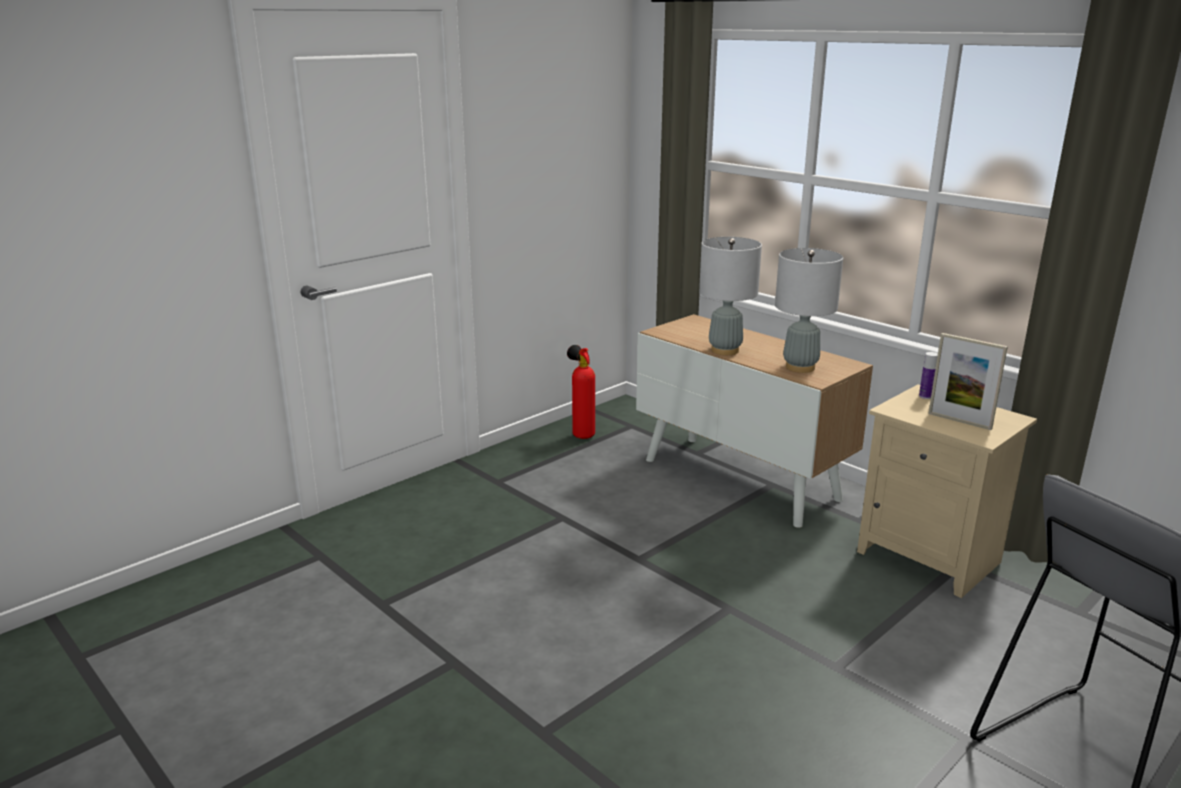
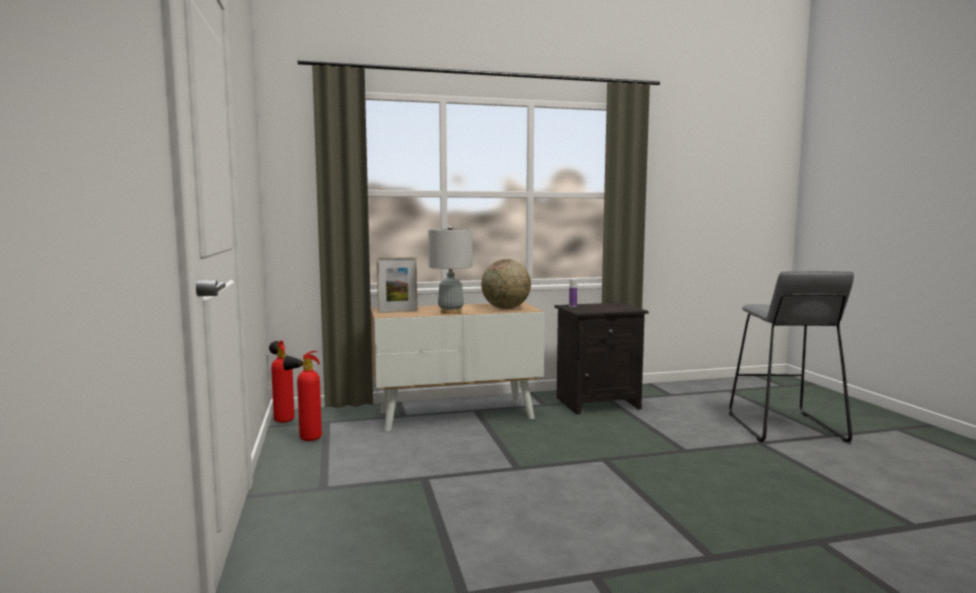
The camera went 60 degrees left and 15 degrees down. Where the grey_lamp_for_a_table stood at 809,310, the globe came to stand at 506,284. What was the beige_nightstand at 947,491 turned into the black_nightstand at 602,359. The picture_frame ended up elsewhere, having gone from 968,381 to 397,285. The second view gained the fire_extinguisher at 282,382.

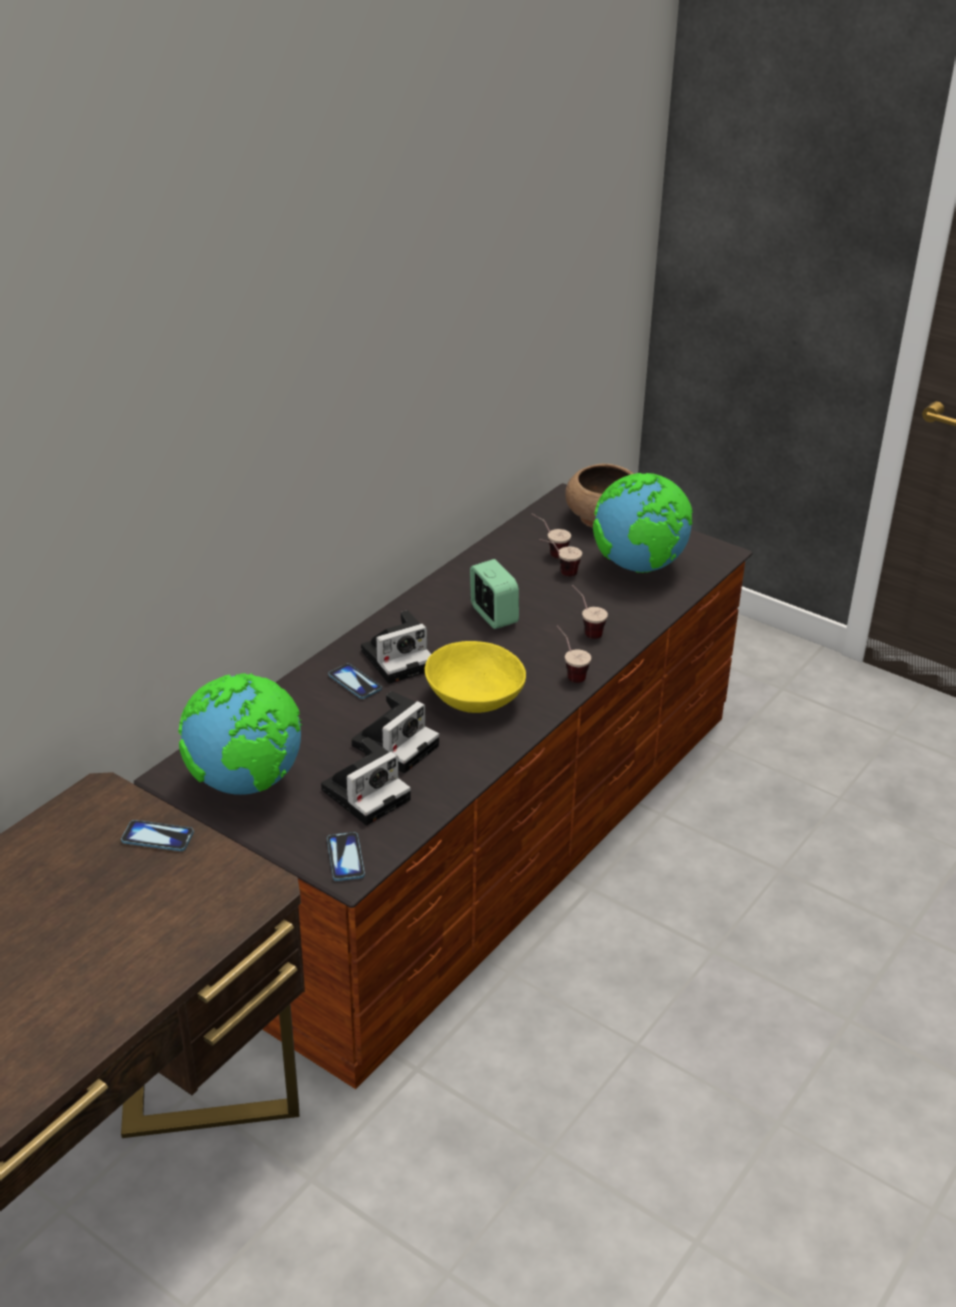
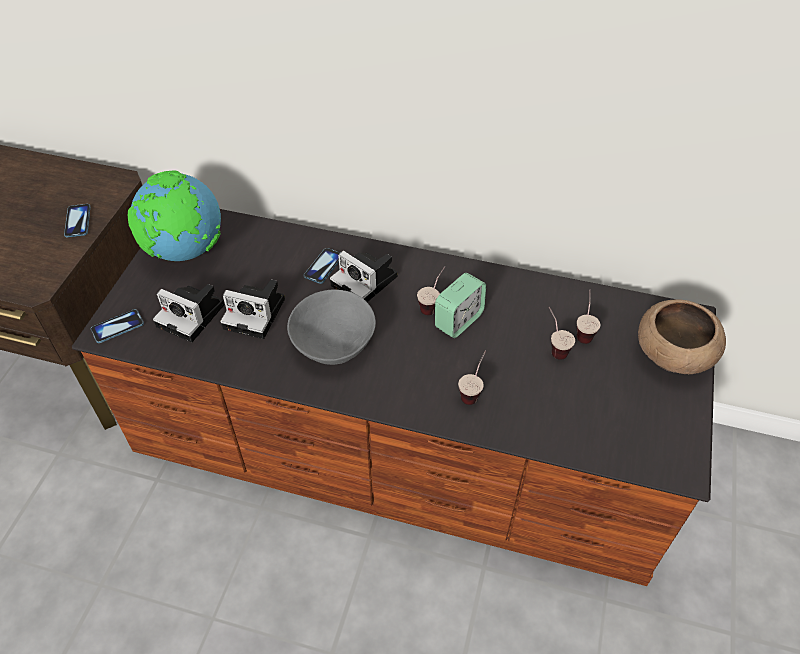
The camera went 70 degrees right and 15 degrees up. What was the yellowish_bowl at 475,677 turned into the grey_bowl at 331,327. The cup ended up elsewhere, having gone from 574,654 to 431,290. The second view lost the globe at 643,523.

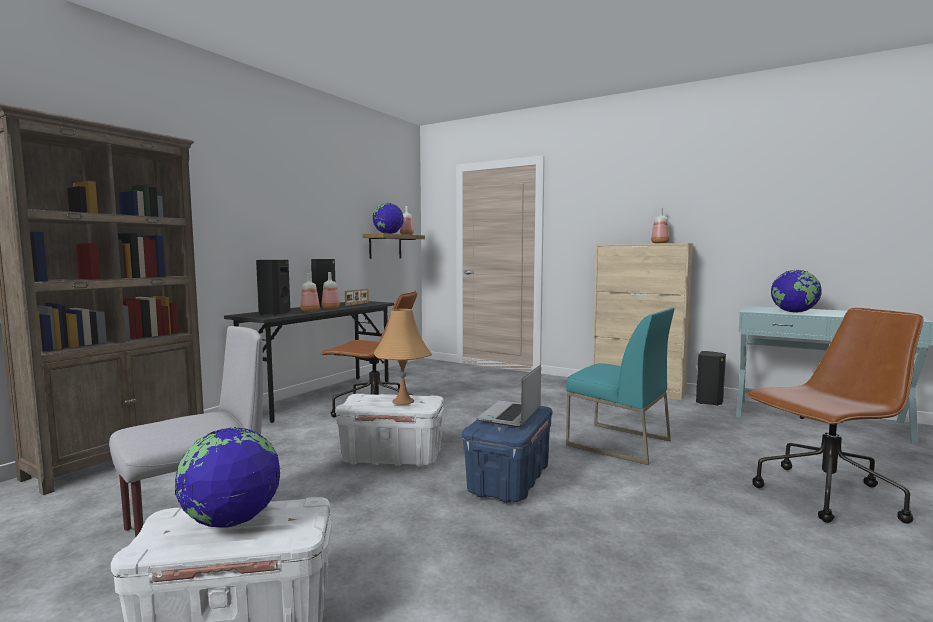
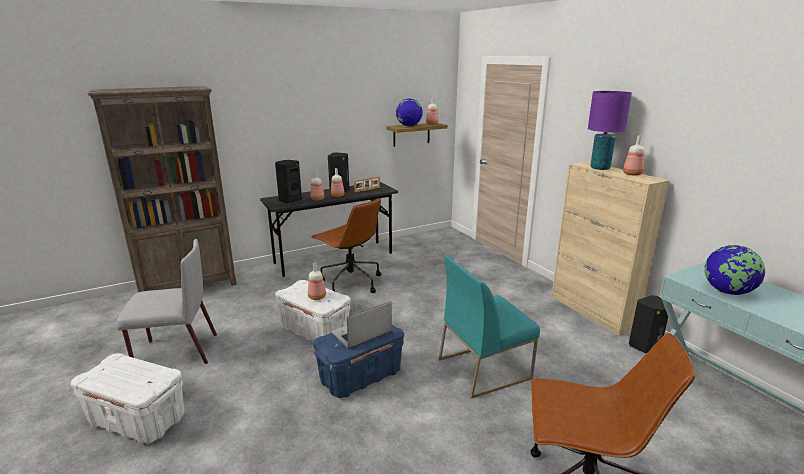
The camera went 30 degrees right and 15 degrees up. The second view lost the globe at 227,477. Where the orange_lamp_for_a_table stood at 403,357, the bottle came to stand at 317,281. The turquoise-coloured_plain_chair at 620,386 ended up facing another way, 90 degrees clockwise from before. The second view gained the purple-coloured_lamp_for_a_table at 610,130.

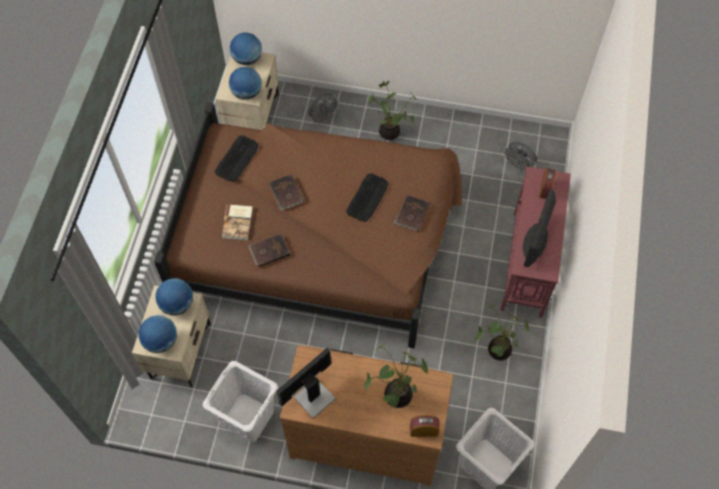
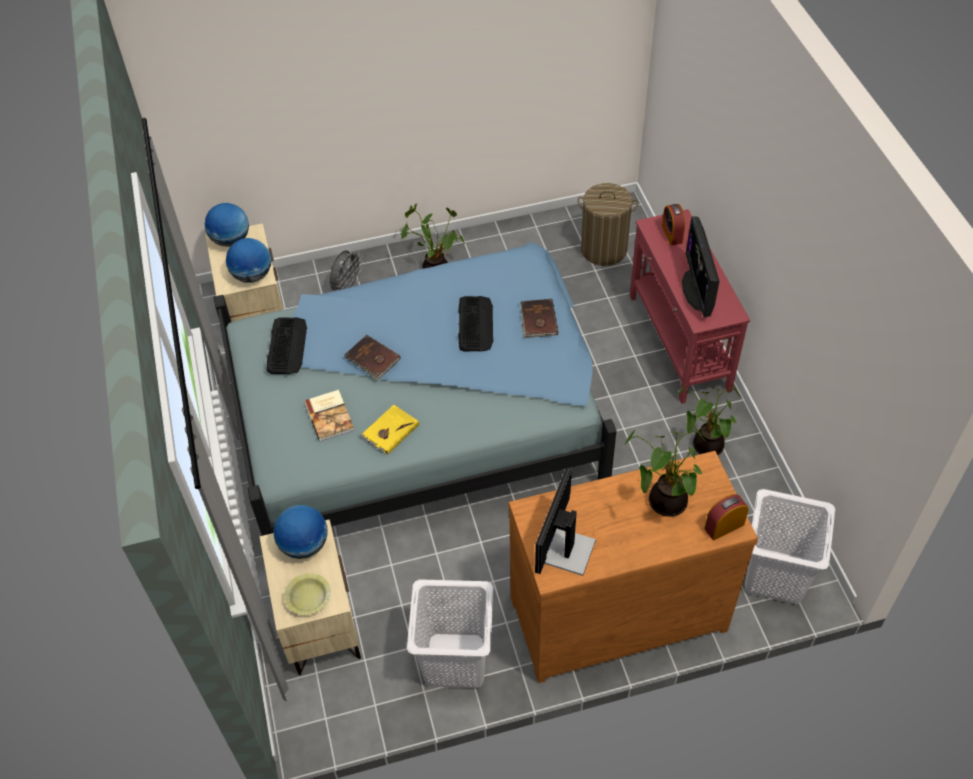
The camera went 25 degrees left and 10 degrees down. Where the globe stood at 157,334, the yellowish_bowl came to stand at 307,594. What was the brown-coloured_bedroom_bed at 308,225 turned into the blue_bedroom_bed at 415,389. What was the brown-coloured_book at 269,250 turned into the yellowish_book at 389,430. Where the grey_electric_fan stood at 519,157, the laundry_basket came to stand at 607,224.

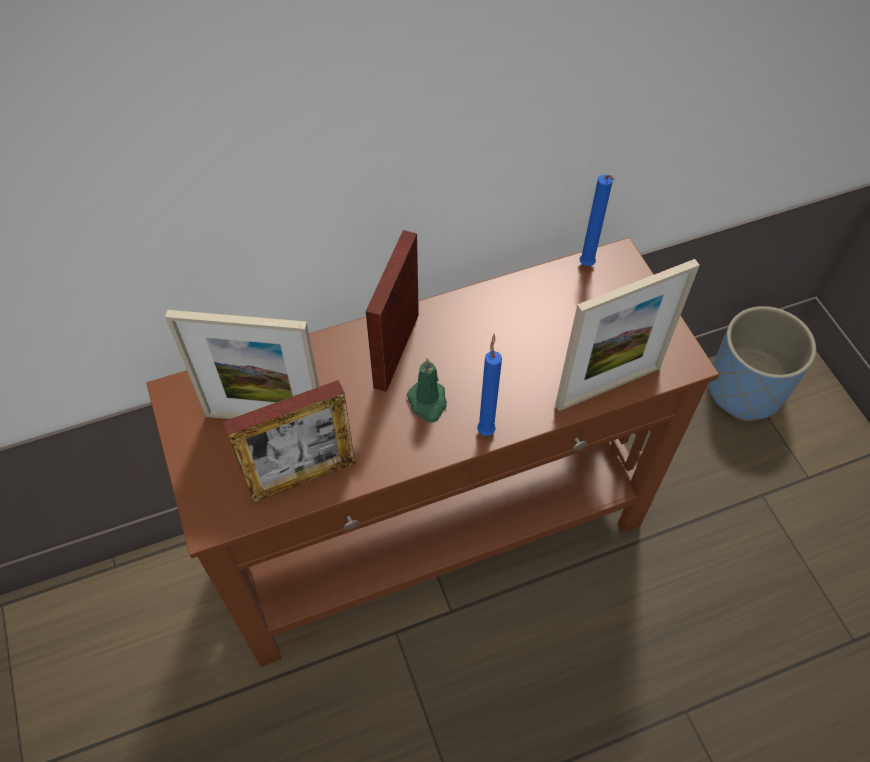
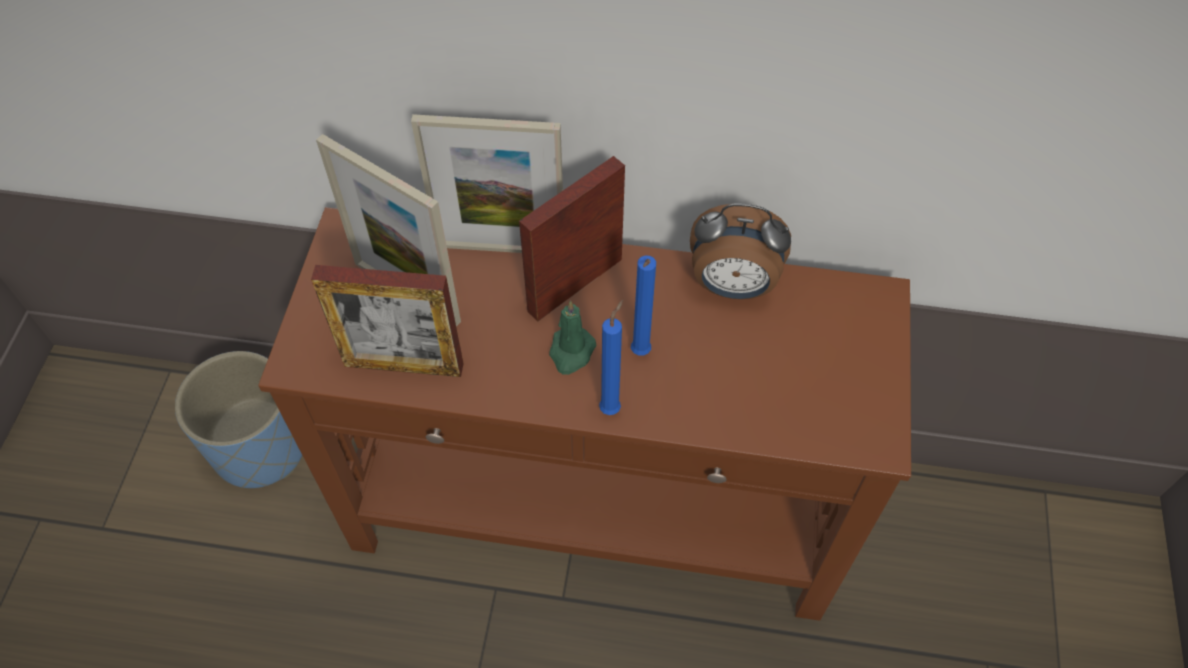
The camera went 30 degrees right and 0 degrees up. The picture_frame ended up elsewhere, having gone from 627,335 to 487,183. The blue_wax_light ended up elsewhere, having gone from 597,220 to 643,306. The blue_planter ended up elsewhere, having gone from 762,363 to 238,419. The second view gained the bedside_clock at 740,251.

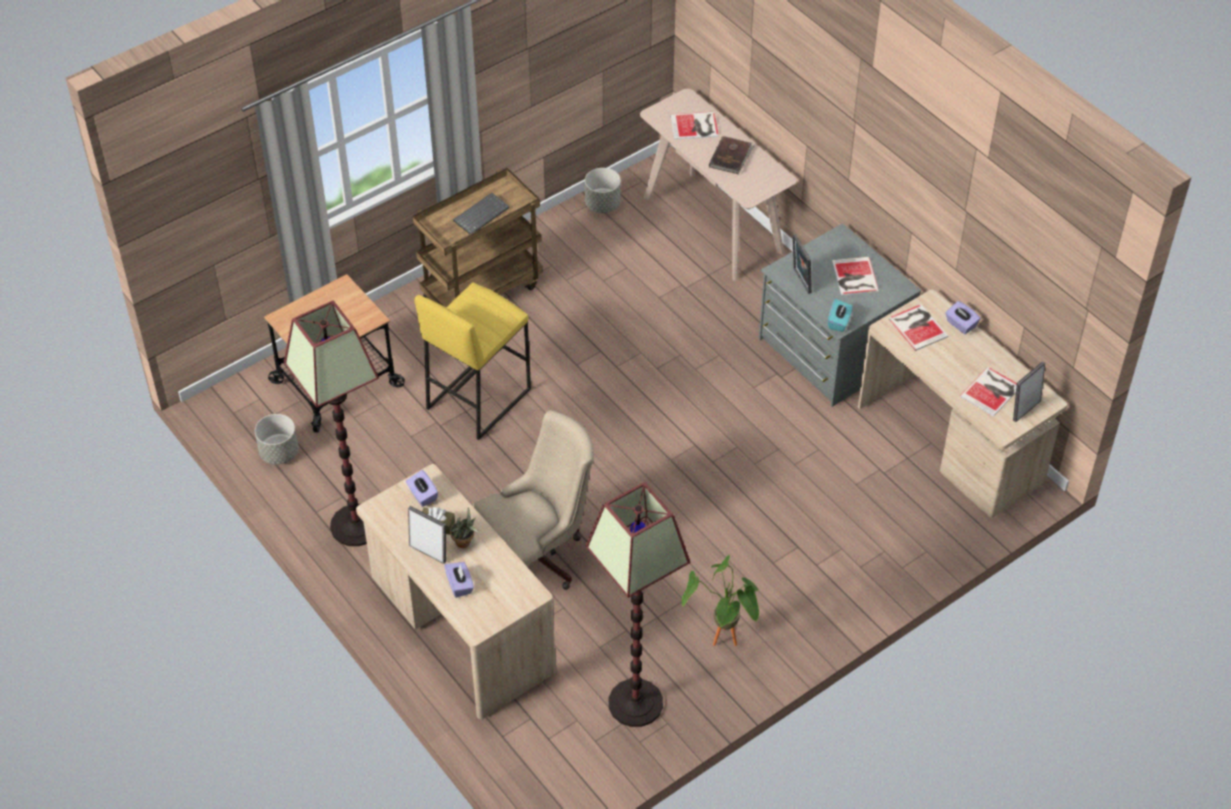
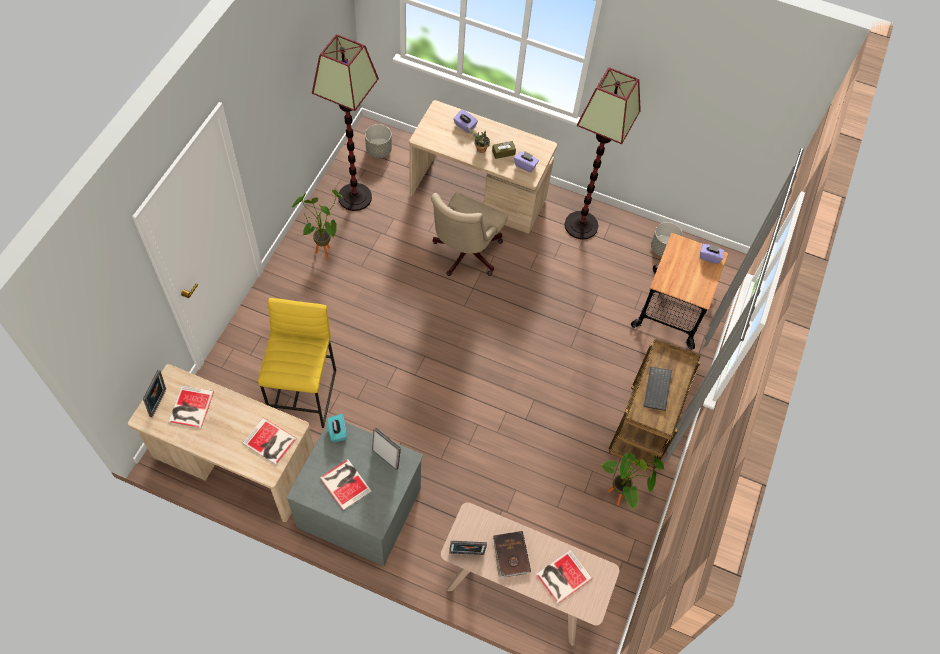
The camera went 145 degrees right and 10 degrees up. The picture_frame ended up elsewhere, having gone from 427,535 to 468,548. The yellowish_stool_seat ended up elsewhere, having gone from 472,361 to 297,363. The grey_planter ended up elsewhere, having gone from 603,190 to 378,141. The purple-coloured_tissue_holder ended up elsewhere, having gone from 962,317 to 712,254. The second view gained the plant_in_a_pot at 633,481.

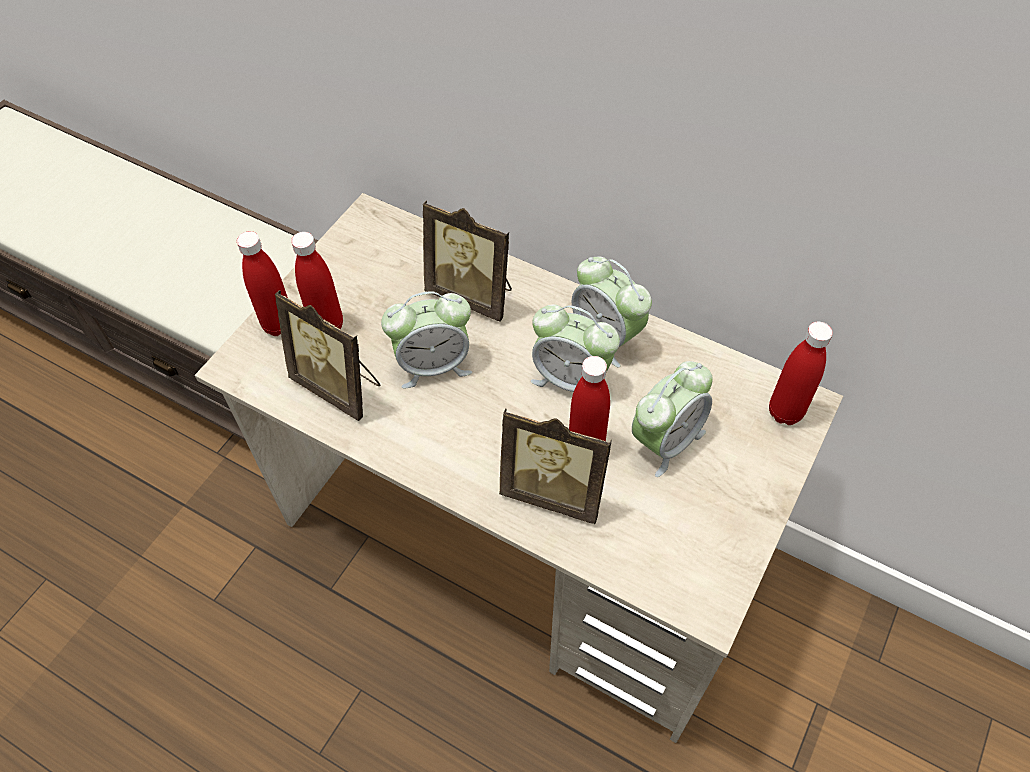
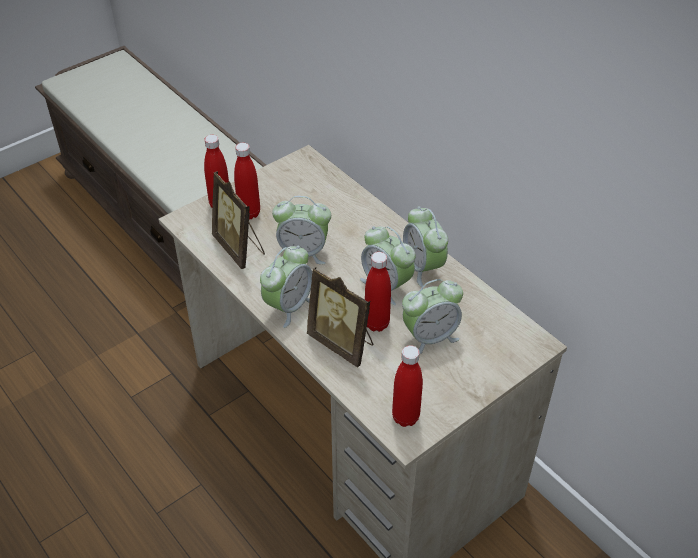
The camera went 20 degrees right and 10 degrees down. The second view lost the picture_frame at 467,260. The red_bottle ended up elsewhere, having gone from 801,373 to 407,386. The second view gained the bedside_clock at 286,287.

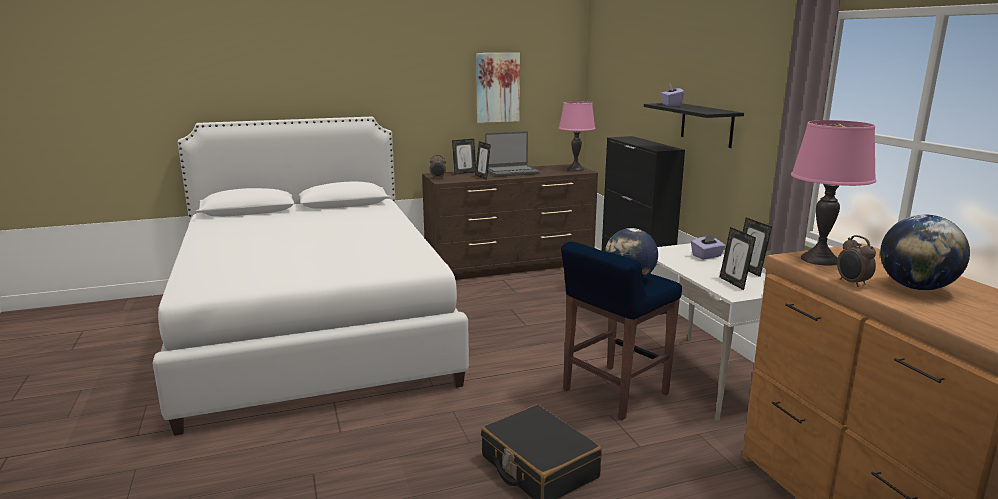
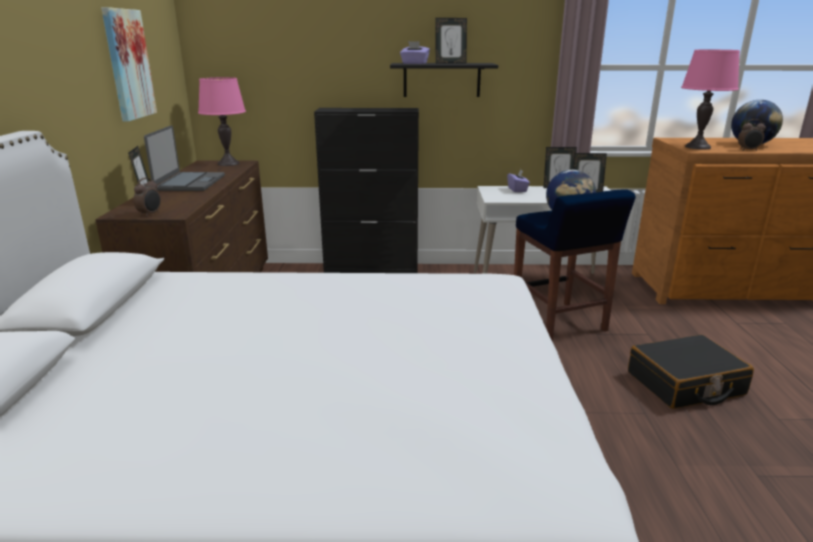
The camera went 70 degrees left and 5 degrees up. The picture_frame ended up elsewhere, having gone from 483,160 to 451,41.

